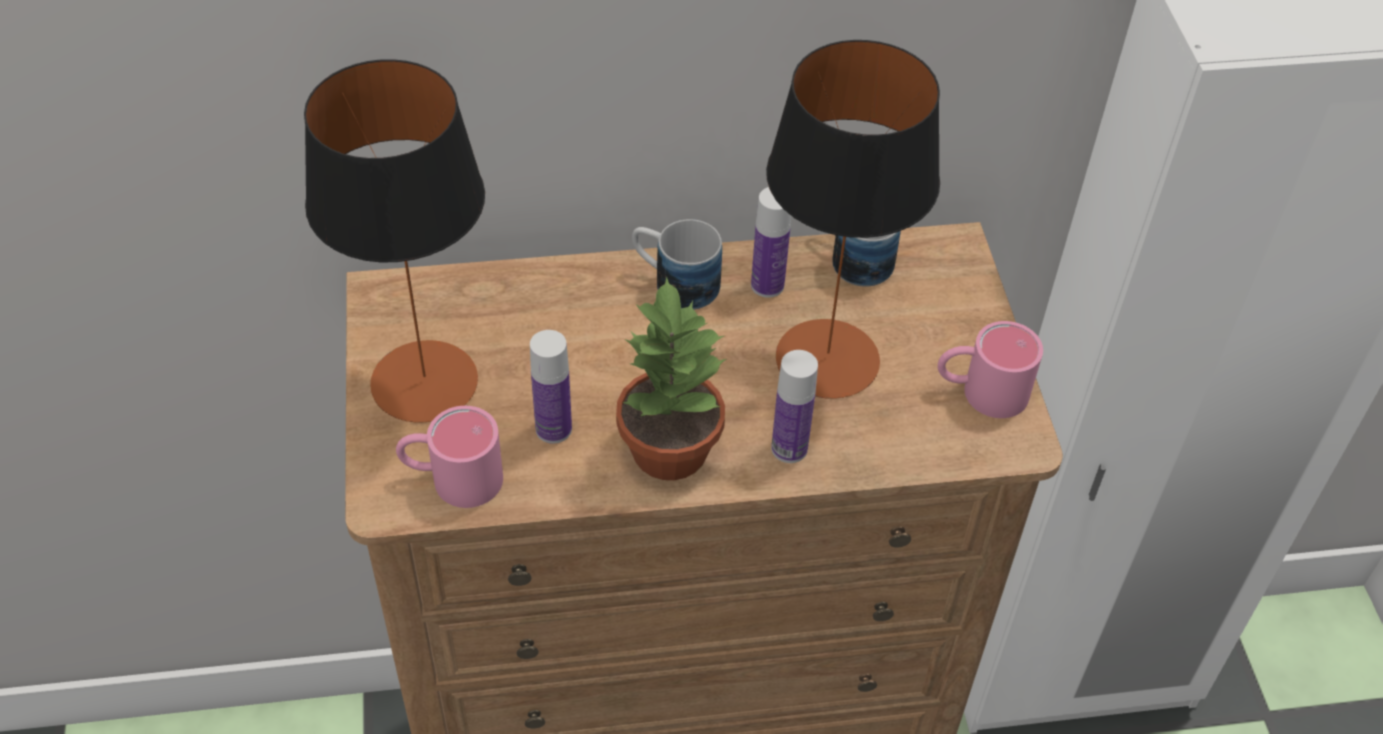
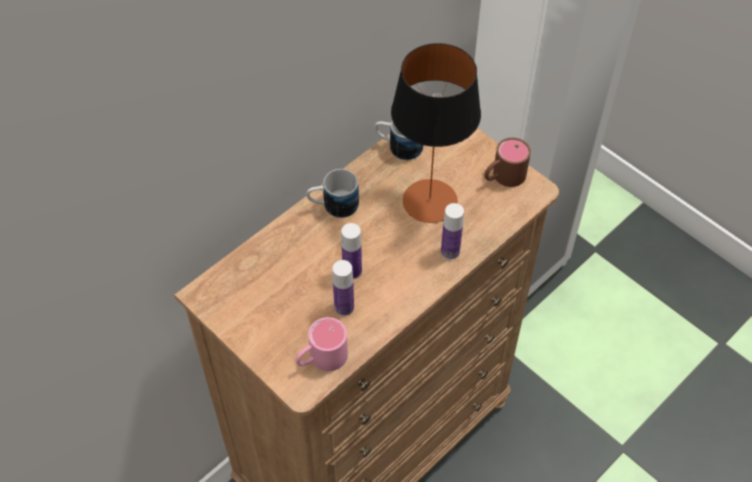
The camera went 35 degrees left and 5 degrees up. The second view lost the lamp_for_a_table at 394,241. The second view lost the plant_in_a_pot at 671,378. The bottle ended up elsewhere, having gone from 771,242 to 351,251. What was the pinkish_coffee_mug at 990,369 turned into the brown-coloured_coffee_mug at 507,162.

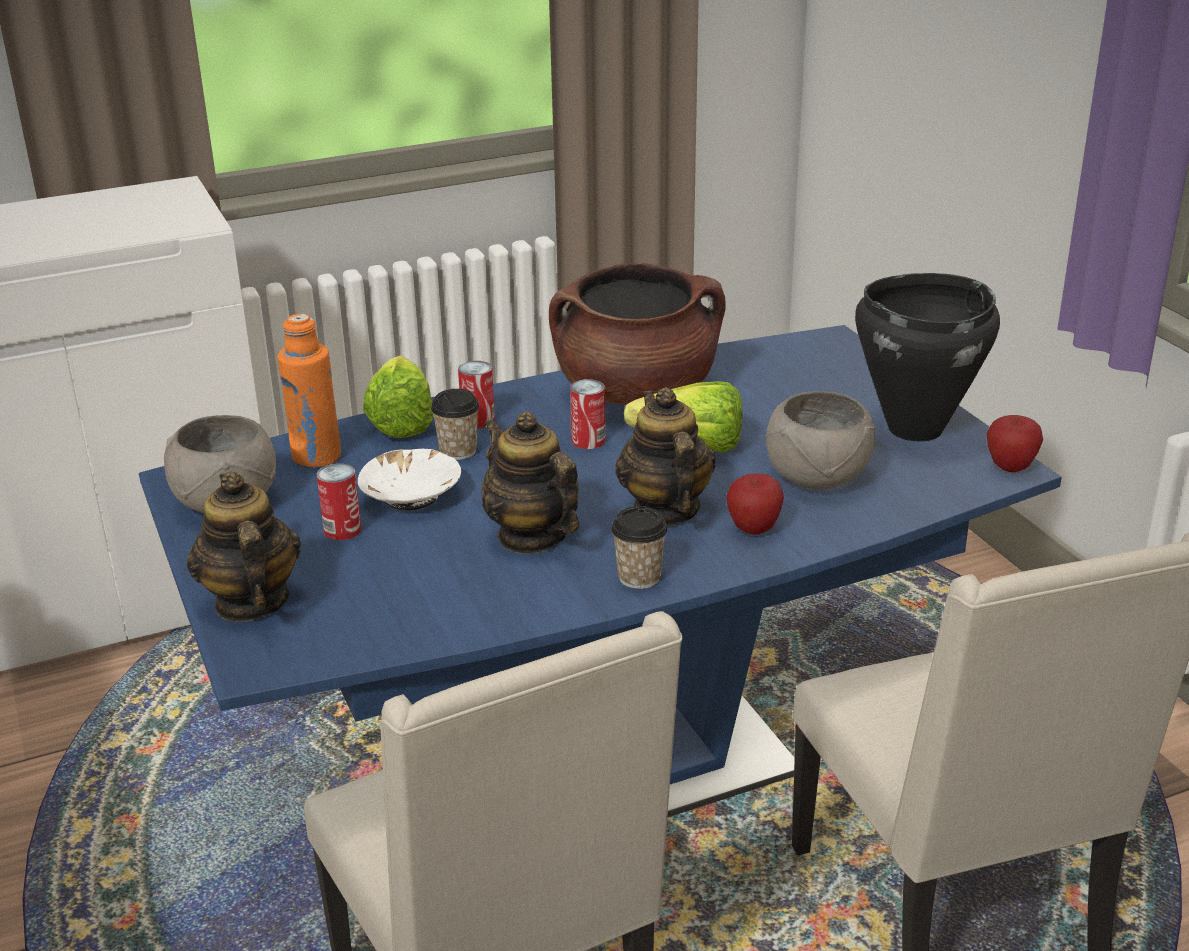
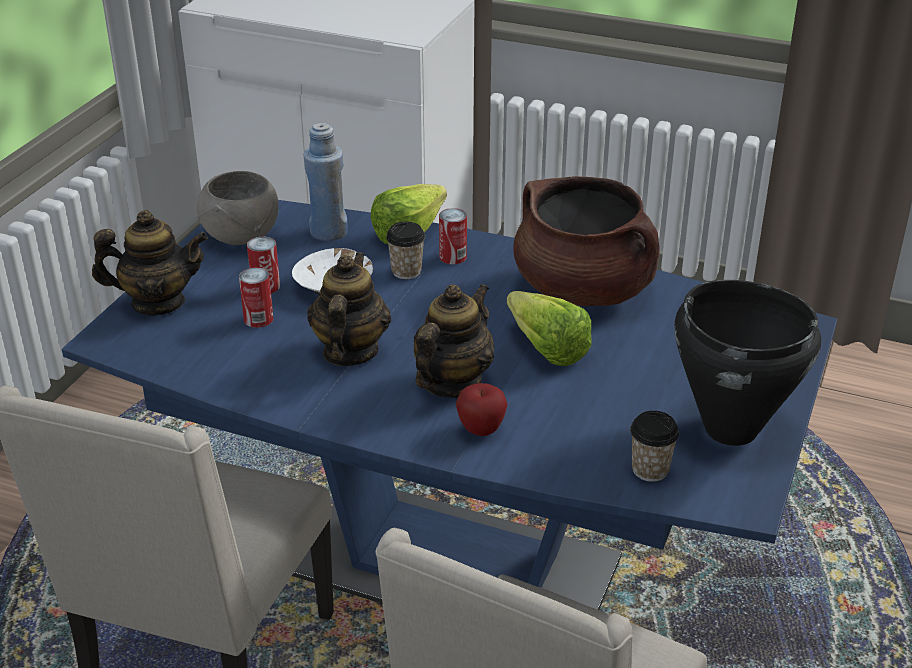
The camera went 45 degrees right and 5 degrees up. The tea_pot at 244,547 ended up facing another way, 60 degrees clockwise from before. What was the orange_bottle at 309,391 turned into the blue_bottle at 326,182. The sealed_can ended up elsewhere, having gone from 588,414 to 256,297. The cup ended up elsewhere, having gone from 639,547 to 654,446. The second view lost the grey_bowl at 820,440. The second view lost the apple_fruit at 1014,443.

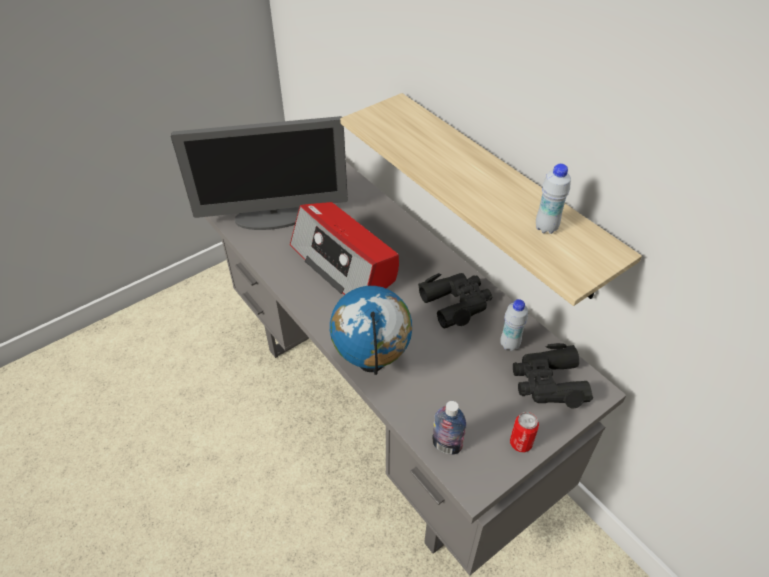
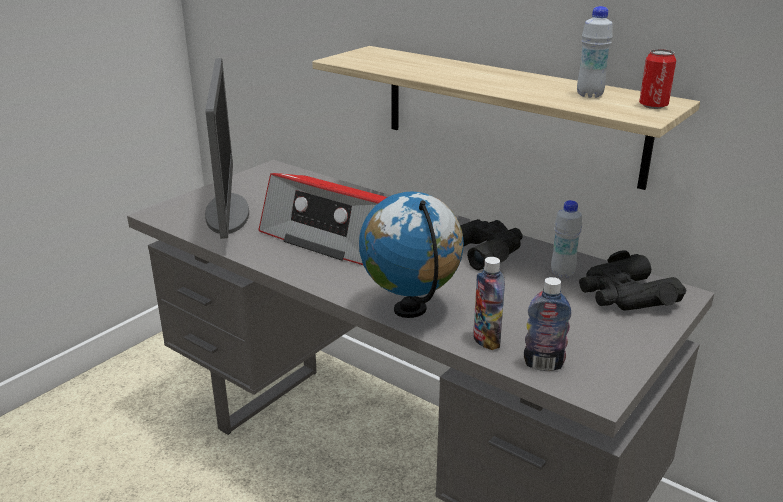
The camera went 15 degrees left and 20 degrees down. The computer_screen at 259,173 ended up facing another way, 75 degrees counterclockwise from before. The sealed_can ended up elsewhere, having gone from 524,432 to 657,79. The second view gained the bottle at 489,303.

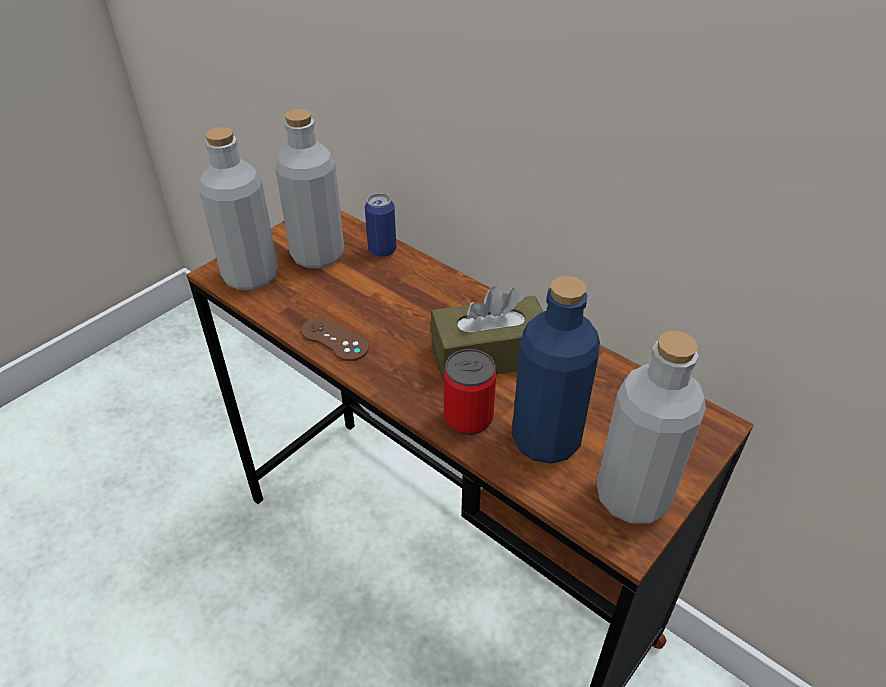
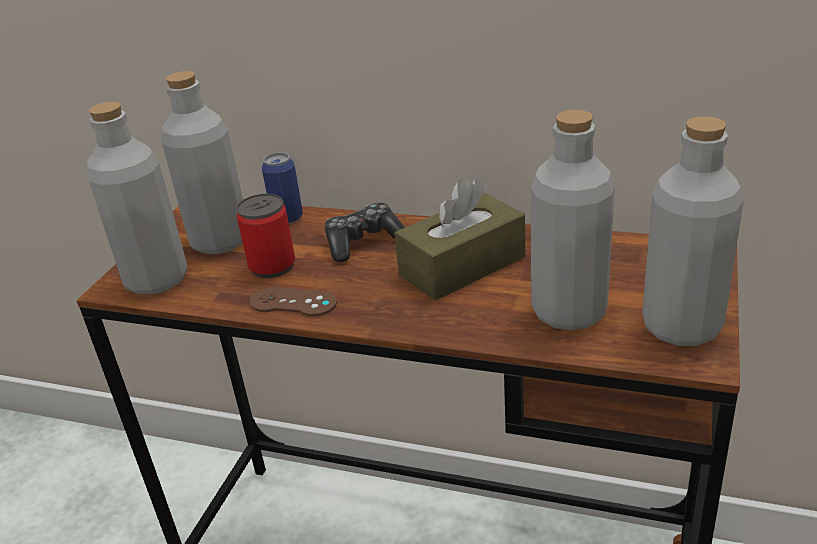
The camera went 20 degrees left and 10 degrees down. The sealed_can ended up elsewhere, having gone from 470,392 to 265,236. What was the blue_bottle at 556,370 turned into the grey_bottle at 573,220. The second view gained the game_controller at 365,232.

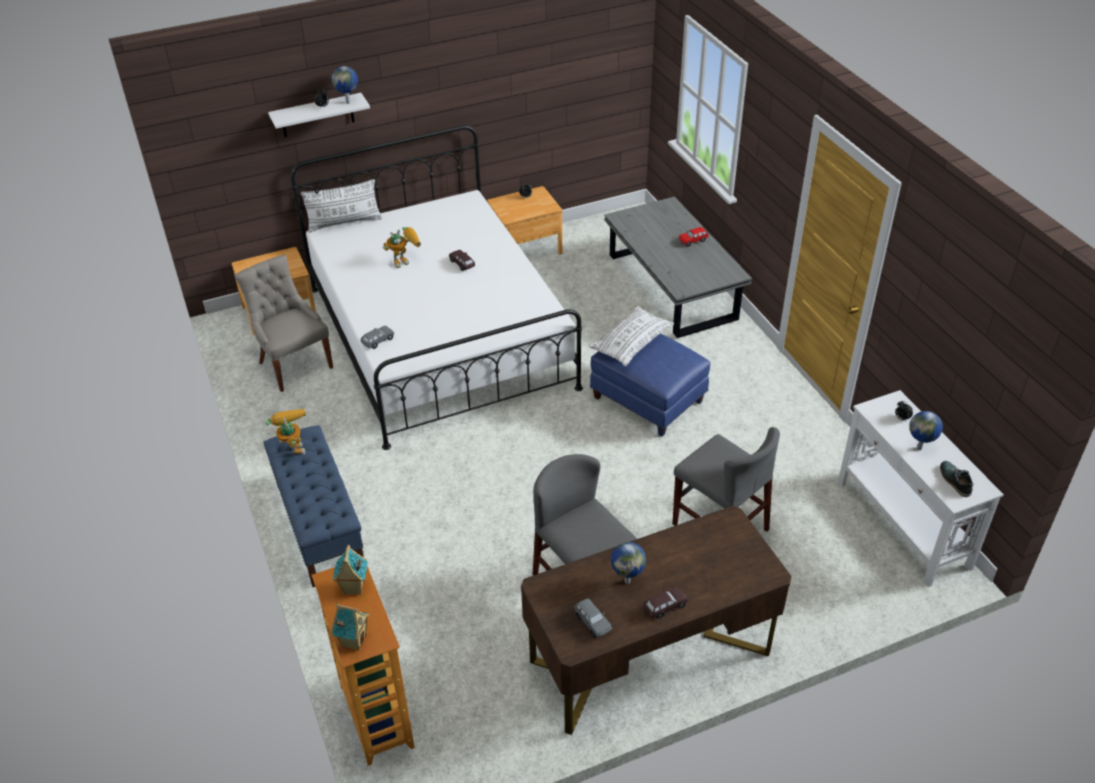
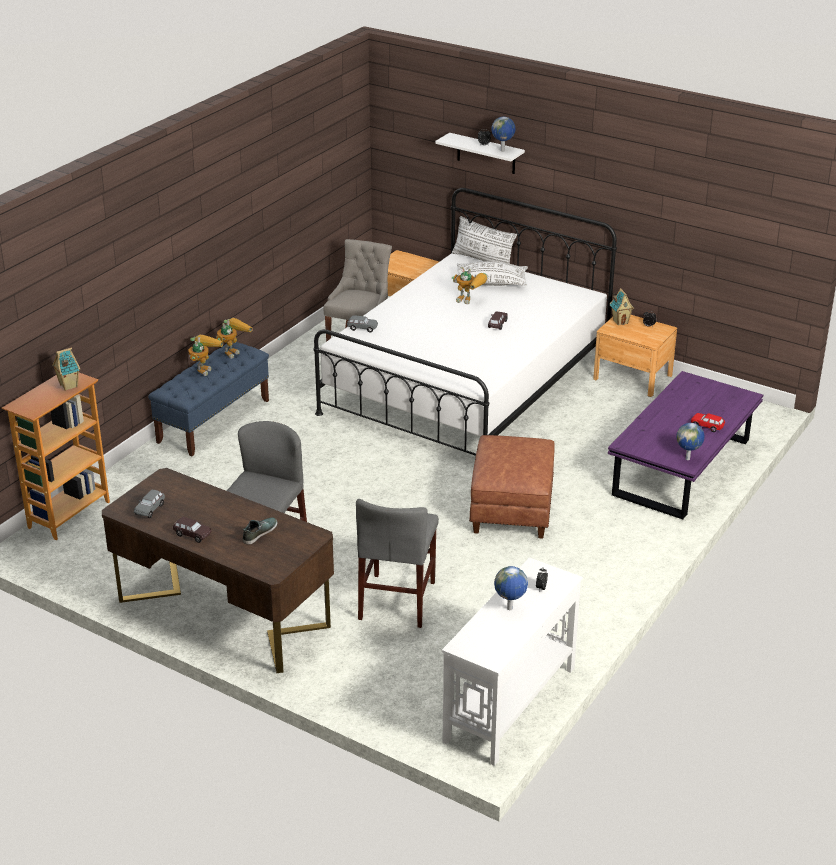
The camera went 55 degrees right and 10 degrees down. The toy_house ended up elsewhere, having gone from 350,627 to 622,307. The white-coloured_cushion ended up elsewhere, having gone from 631,336 to 491,273. What was the blue_footrest at 650,384 turned into the brown-coloured_footrest at 512,487. What was the grey_low_table at 678,267 turned into the purple-coloured_low_table at 685,445. The globe ended up elsewhere, having gone from 628,563 to 690,441. The item_of_footwear ended up elsewhere, having gone from 957,479 to 260,530. The second view gained the toy_robot at 205,355.

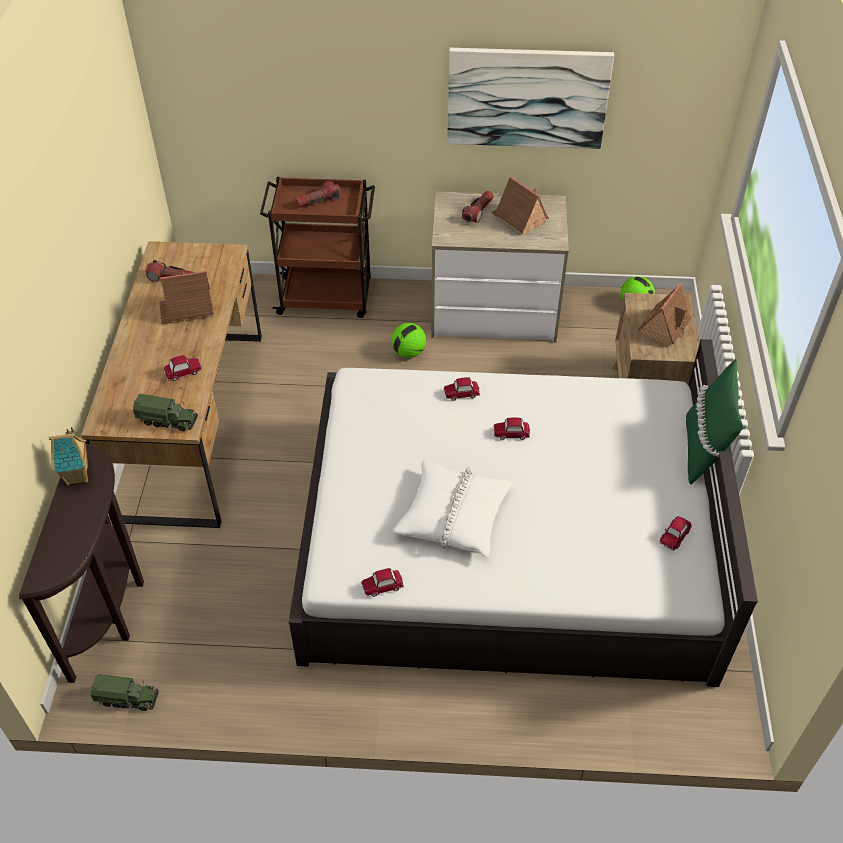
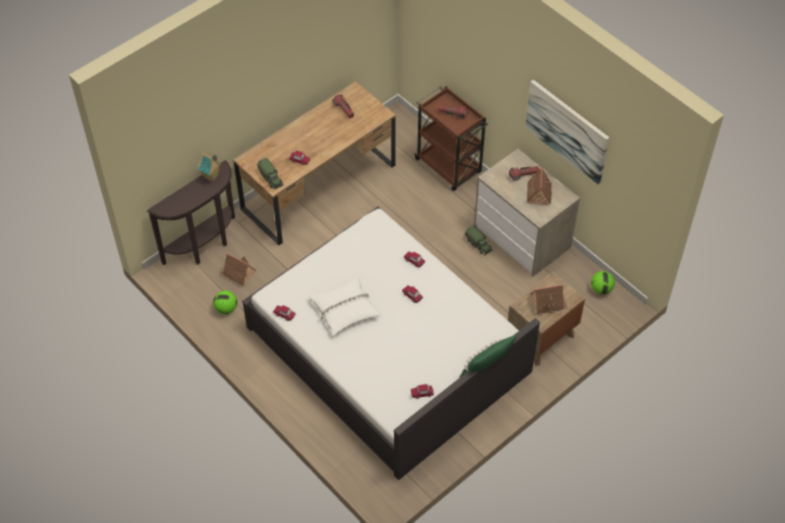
The camera went 45 degrees right and 5 degrees up. The model_truck ended up elsewhere, having gone from 125,692 to 479,240. The toy_house ended up elsewhere, having gone from 186,297 to 238,269. The football ended up elsewhere, having gone from 408,340 to 225,302.

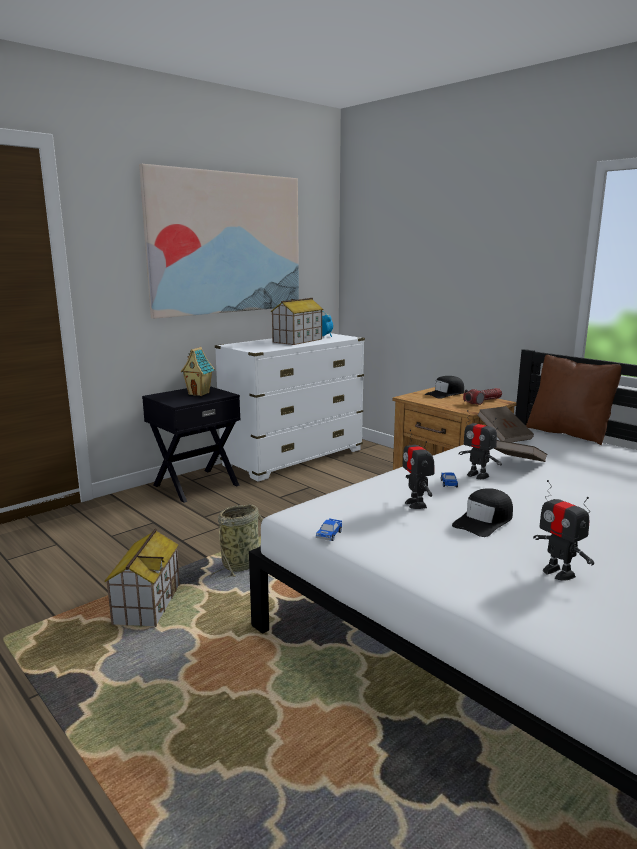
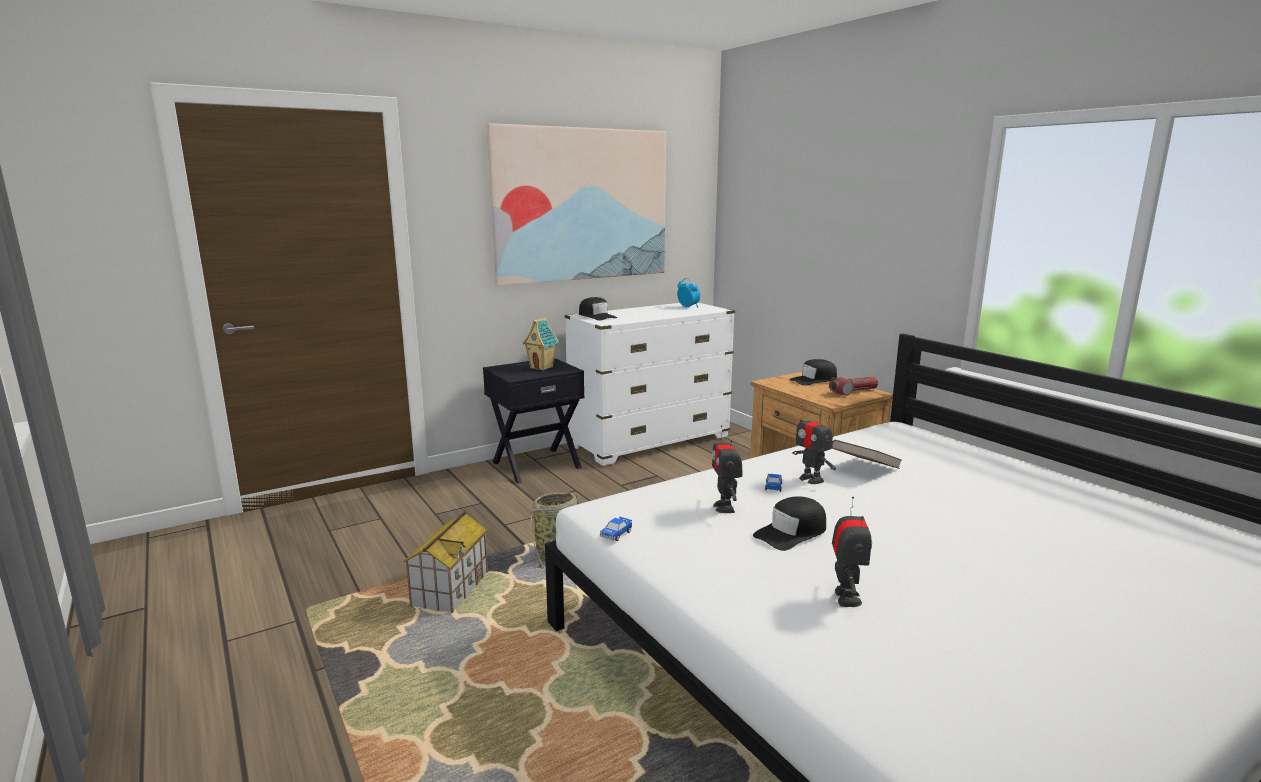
The camera went 10 degrees right and 0 degrees up. The second view lost the toy_house at 297,321. The second view lost the brown-coloured_book at 505,424. The second view lost the brown-coloured_cushion at 573,400. The toy_robot at 563,530 ended up facing another way, 150 degrees counterclockwise from before. The second view gained the black_peaked_cap at 598,309.

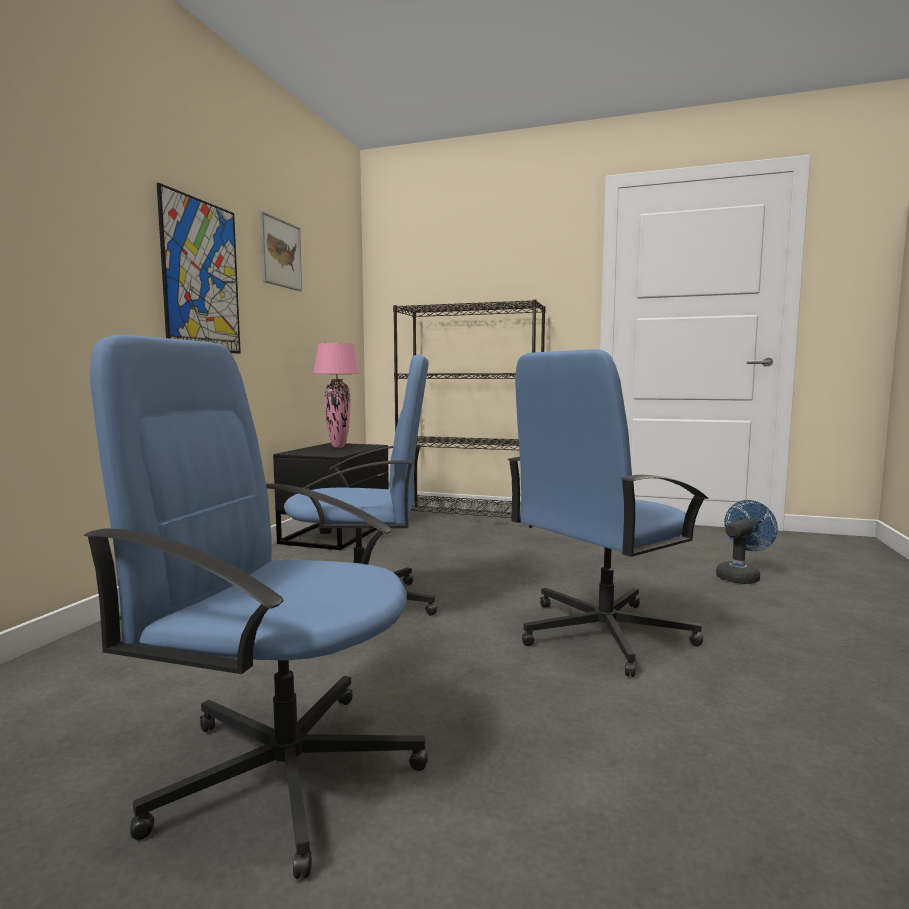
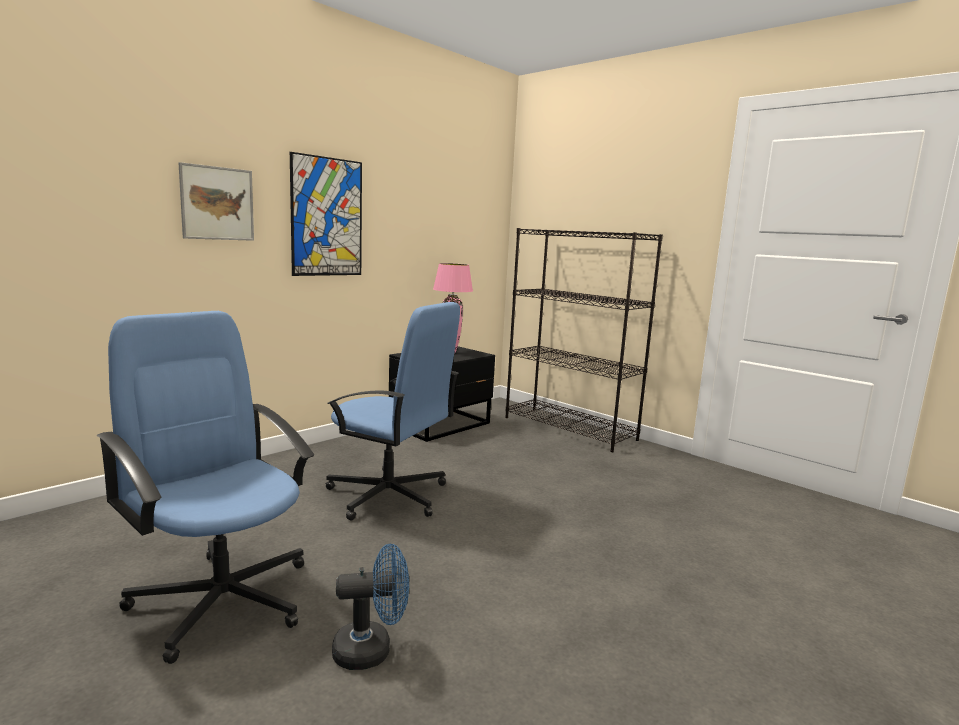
The camera went 25 degrees right and 5 degrees up. The wall_art ended up elsewhere, having gone from 281,251 to 216,201. The second view lost the blue_desk_chair at 608,513. The blue_electric_fan ended up elsewhere, having gone from 747,542 to 370,607.

